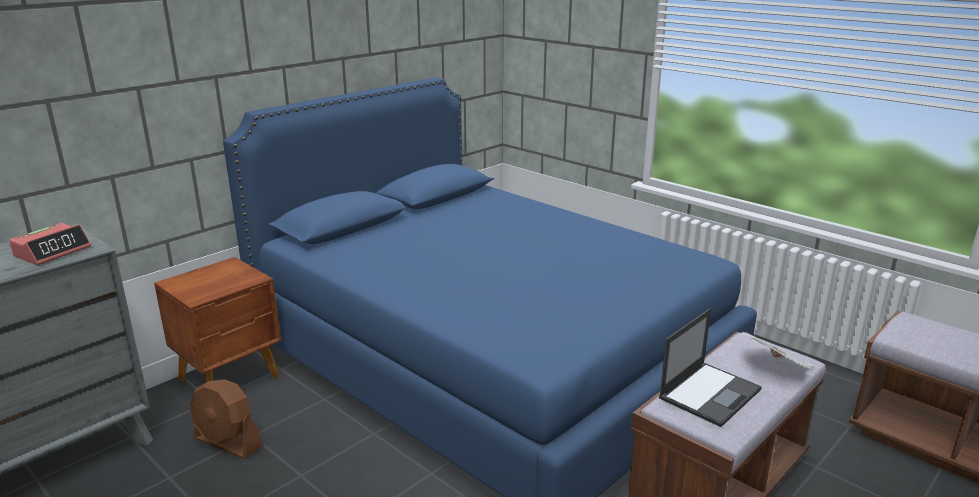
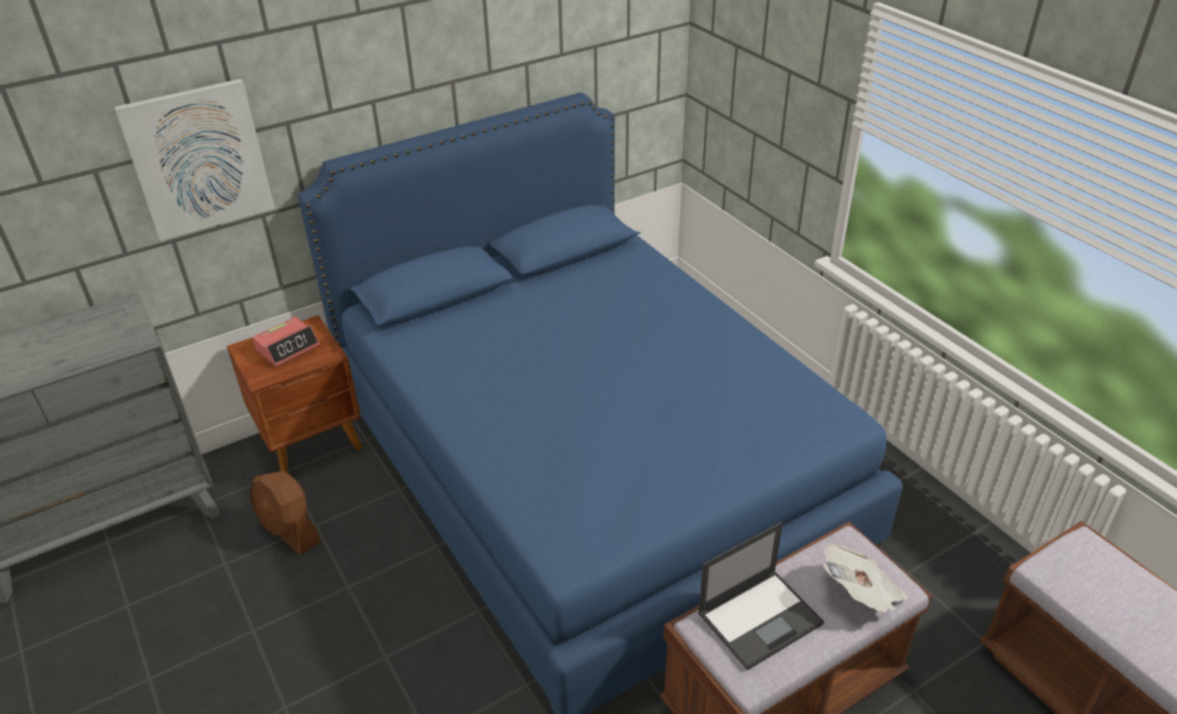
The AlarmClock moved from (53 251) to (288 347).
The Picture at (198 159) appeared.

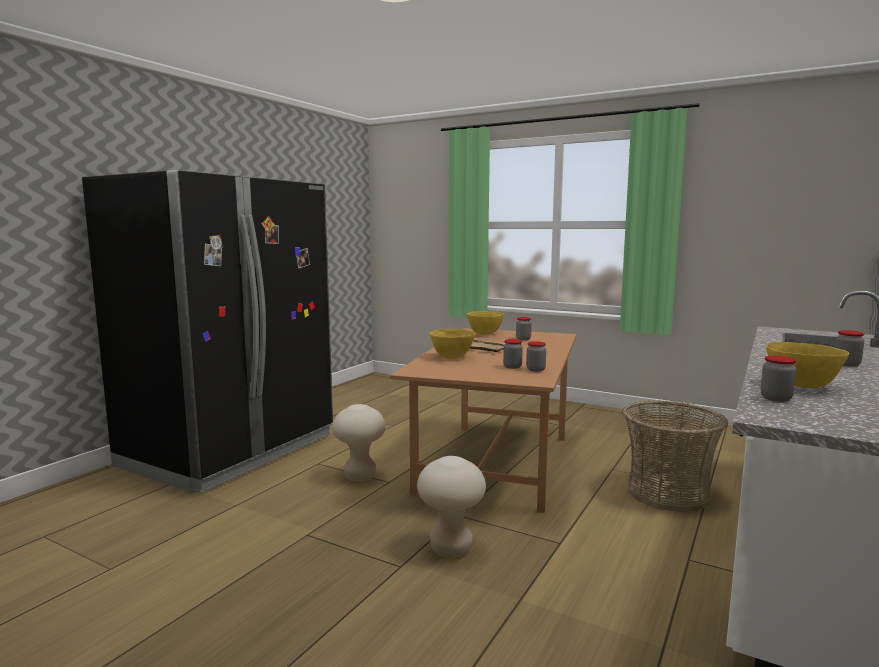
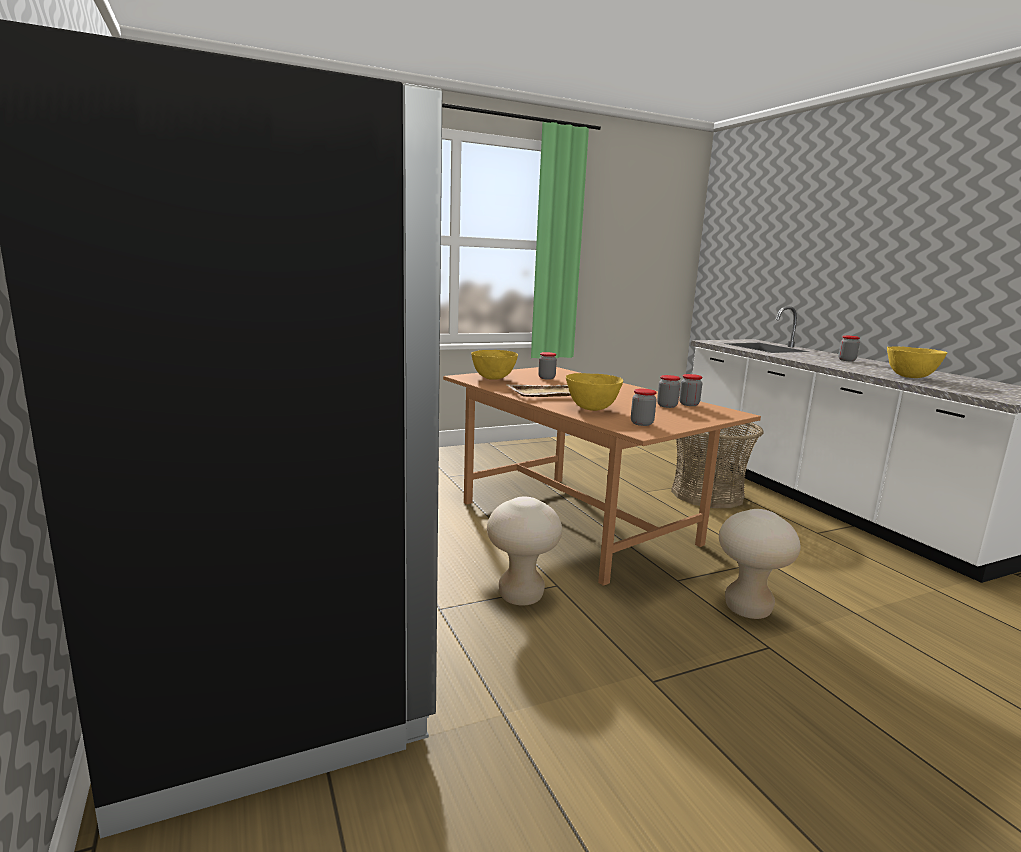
The StorageJar moved from (776 398) to (642 423).

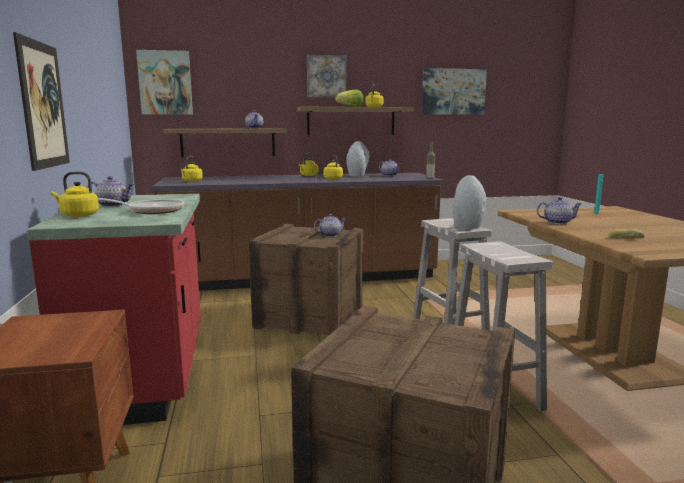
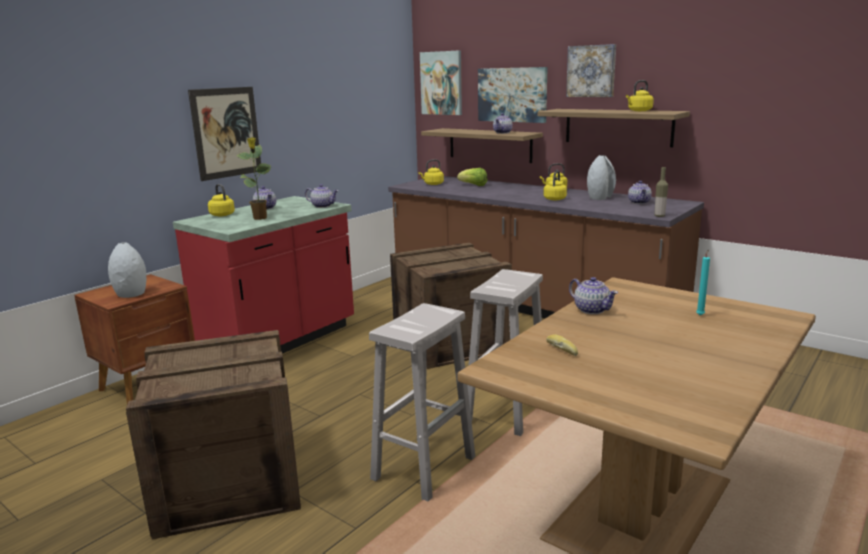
The Picture moved from (453 92) to (512 94).
The Lettuce moved from (351 106) to (473 185).
The GreyishFlowerVase moved from (467 227) to (131 294).
The Pan at (152 211) was replaced by the Houseplant at (260 218).
The TeaPot moved from (330 235) to (323 206).

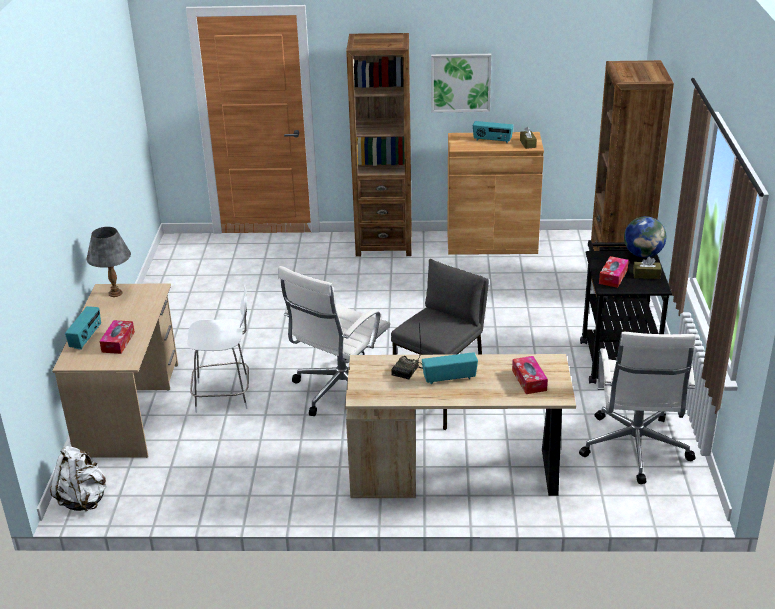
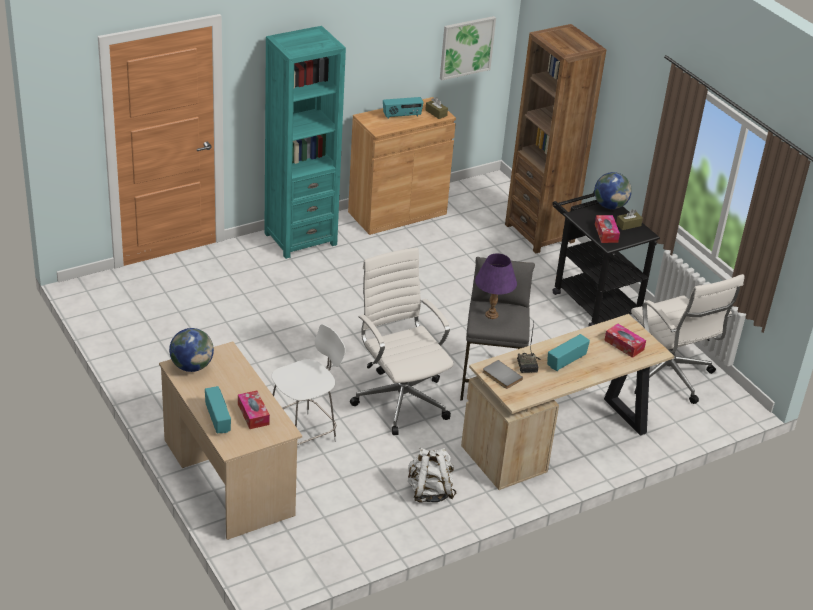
The BrownishShelvingUnit at (384 244) became the TurquoiseColouredShelvingUnit at (300 239).
The Picture moved from (460 82) to (466 47).
The GreyishTableLamp at (115 293) was replaced by the Globe at (192 366).
The WhiteOfficeChair at (340 391) turned 150 degrees clockwise.
The WhiteBackpack moved from (83 499) to (429 492).
The PurpleTableLamp at (491 315) appeared.
The GreyishVolume at (501 376) appeared.

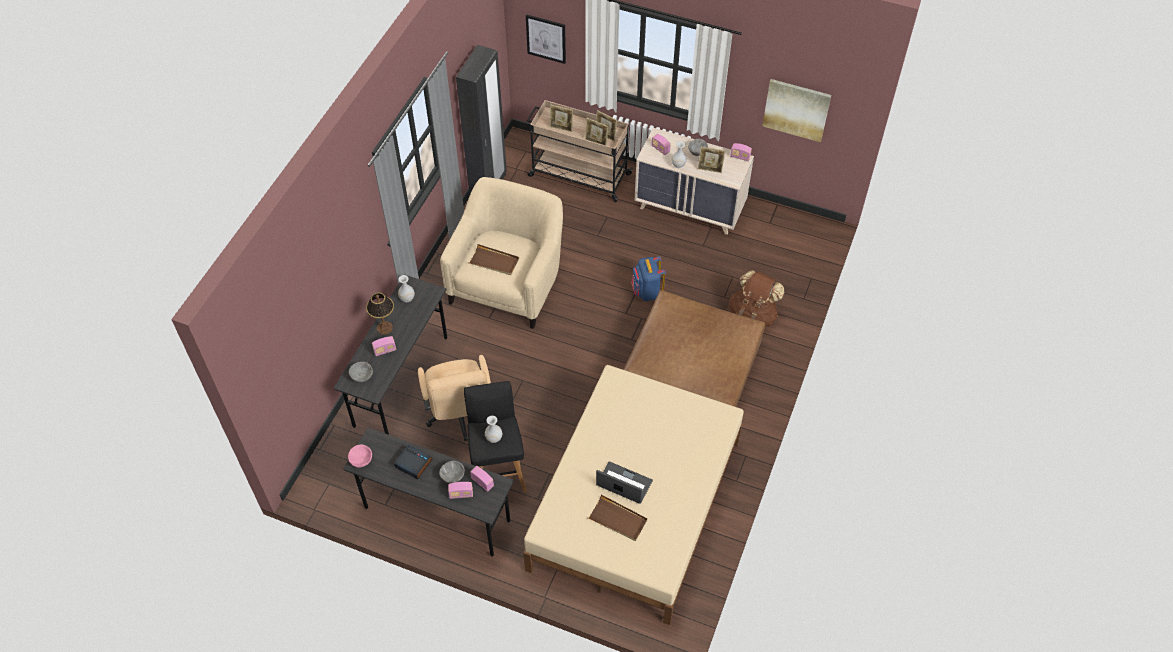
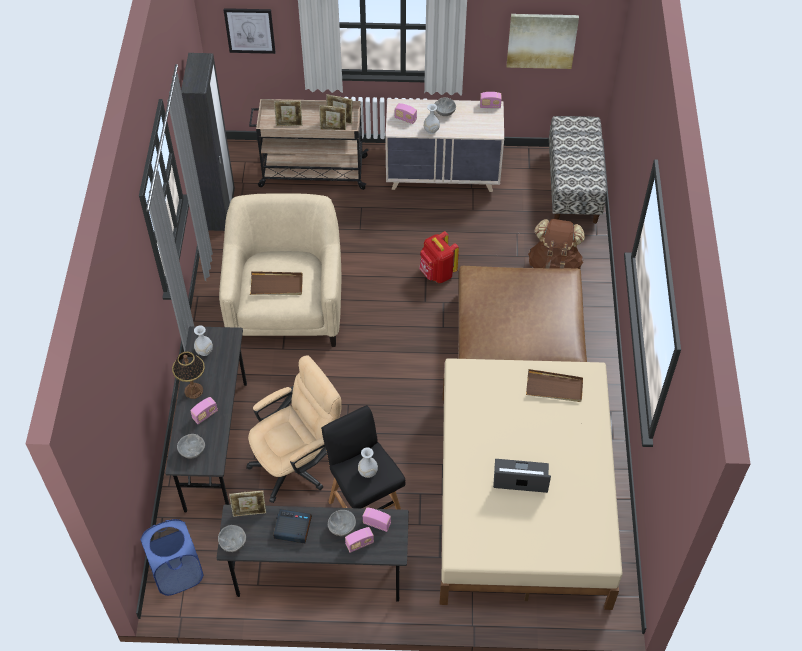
The StandingFrame moved from (710 170) to (250 513).
The BlueBackpack at (647 292) became the ReddishBackpack at (437 273).
The BeigeColouredOfficeChair at (460 416) turned 90 degrees counterclockwise.
The PinkColouredBowl at (361 461) became the GreyishBowl at (233 543).
The BrownishServingTray moved from (618 519) to (554 387).
The IndoorBench at (573 186) appeared.
The BlueWashingBasket at (177 573) appeared.

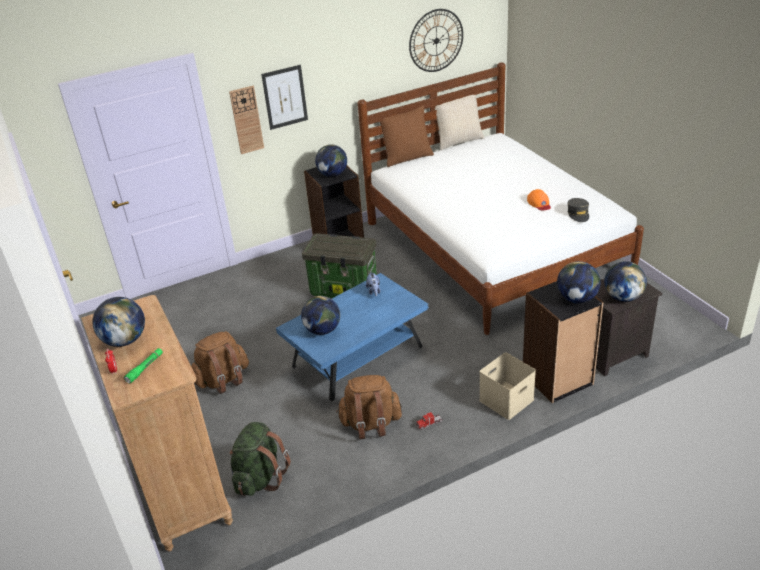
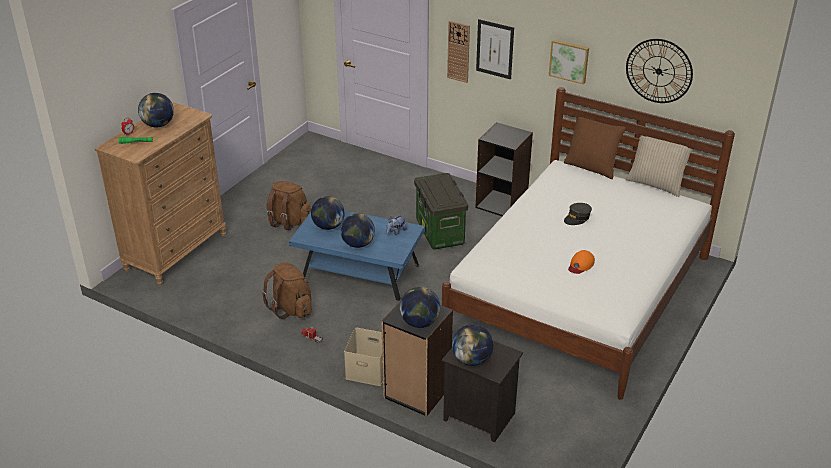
The Globe moved from (333 175) to (358 244).
The GreyishPeakedCap moved from (578 214) to (577 218).
The GreenishBackpack at (260 478) disappeared.
The Picture at (569 61) appeared.

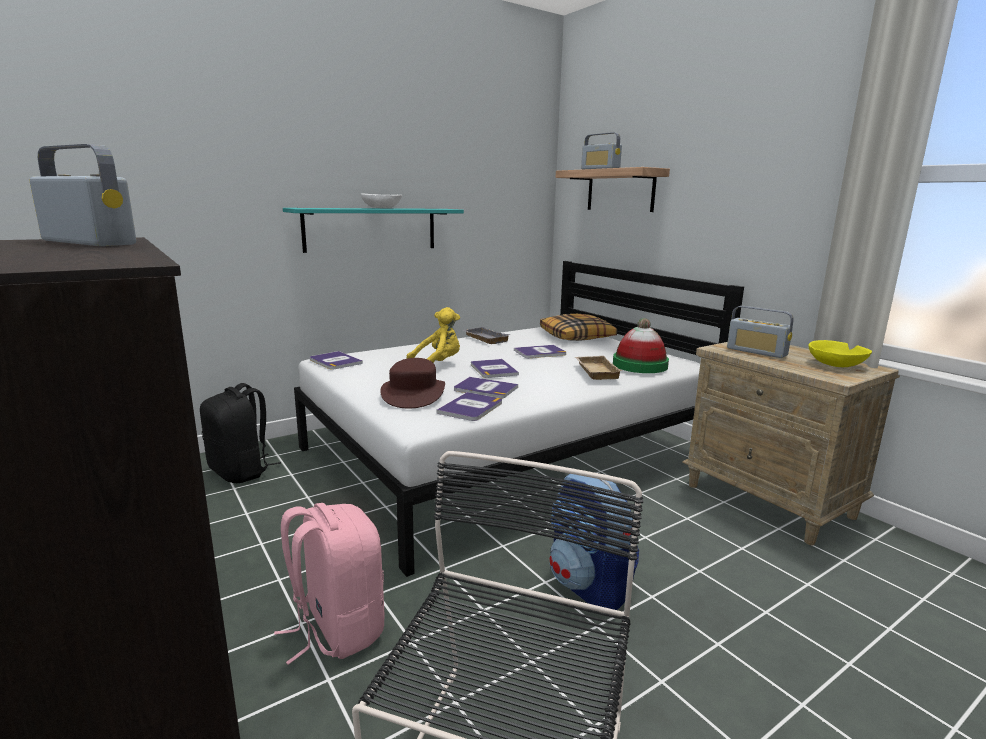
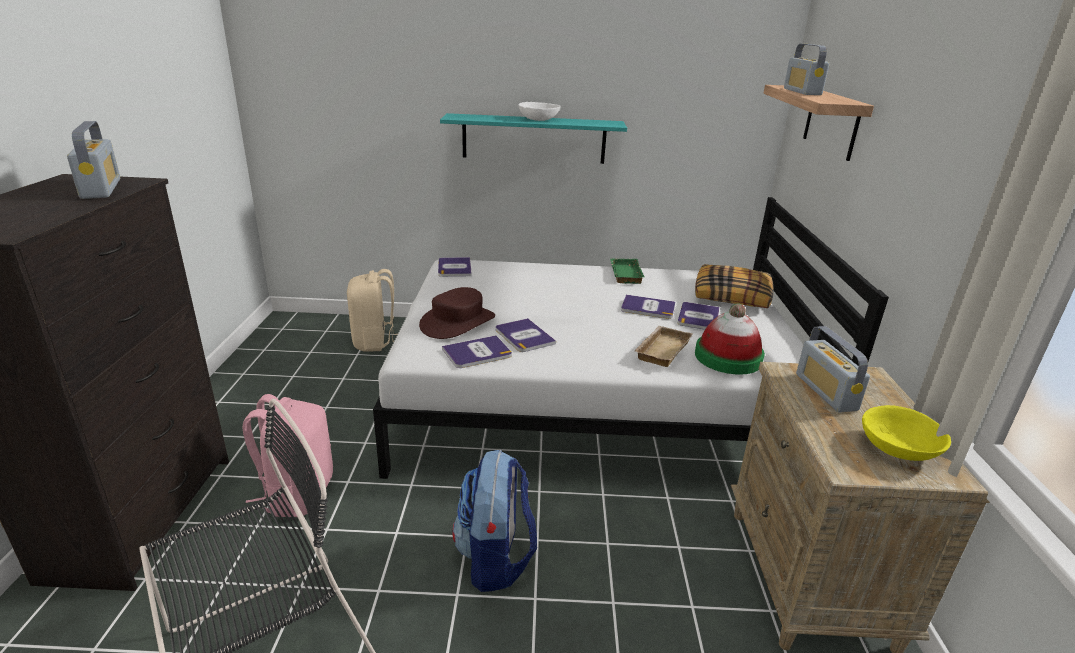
The YellowSoftToy at (437 364) disappeared.
The GreyishServingTray at (484 339) became the GreenishServingTray at (624 274).
The Volume moved from (493 369) to (698 317).
The BlackishBackpack at (241 472) became the BeigeColouredBackpack at (375 341).

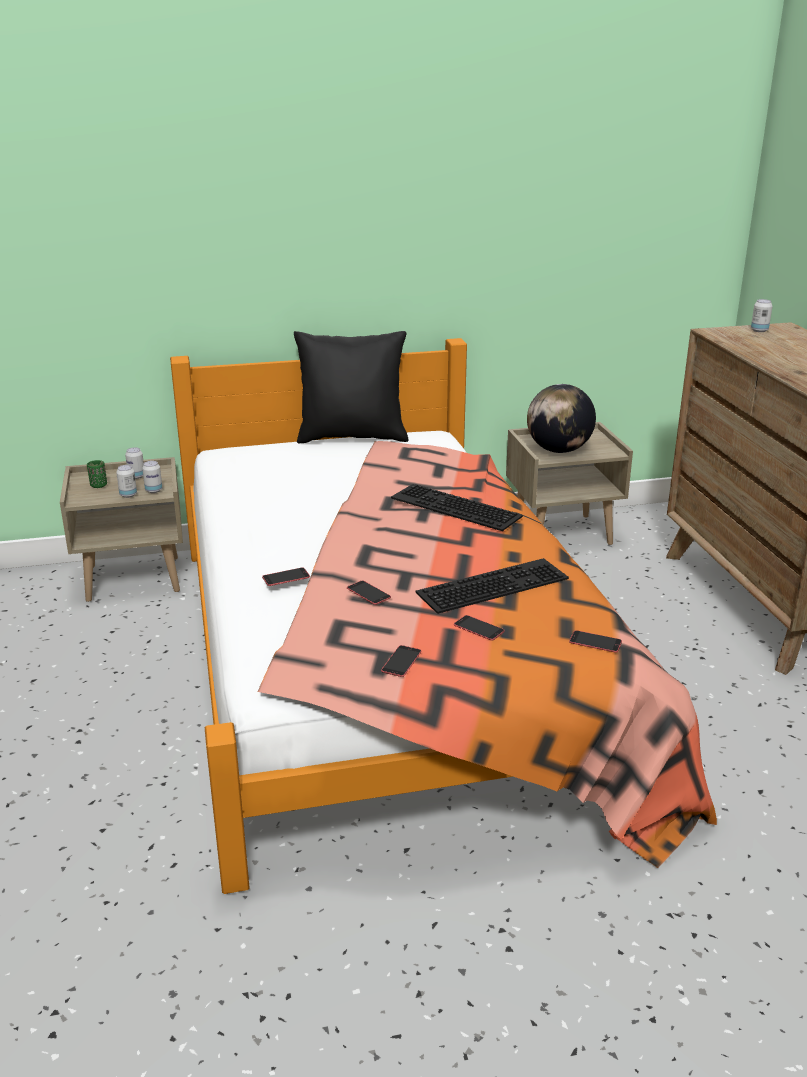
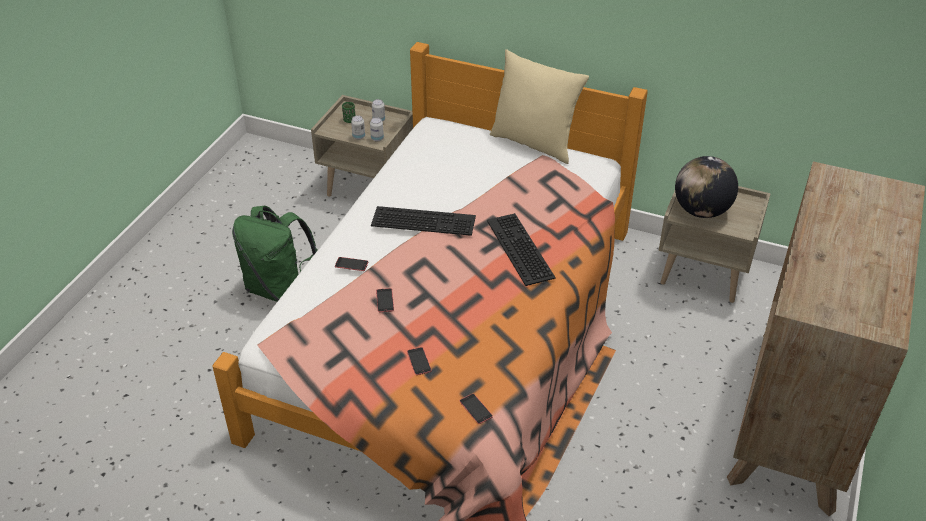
The Can at (759 330) disappeared.
The BlackishCushion at (352 437) became the BeigeColouredCushion at (534 143).
The PcKeyboard moved from (492 584) to (425 220).
The Handset at (401 661) disappeared.
The GreenishBackpack at (279 288) appeared.

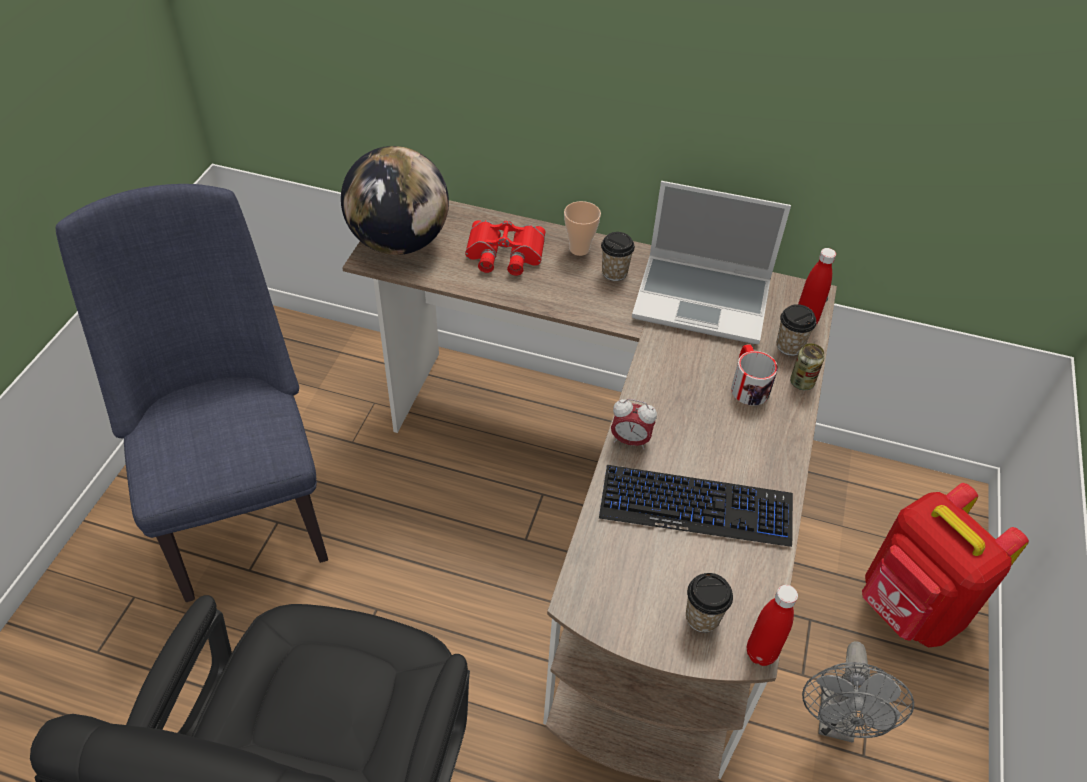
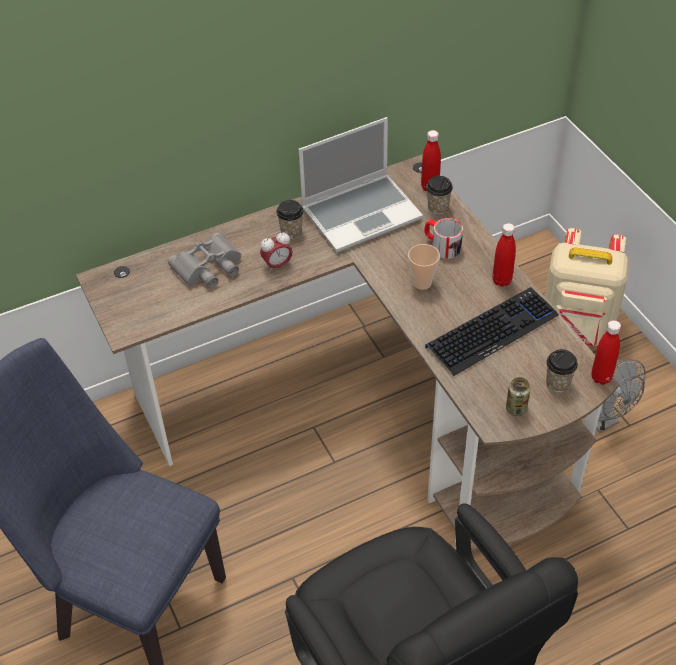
The Globe at (399 242) disappeared.
The DrinkingCup moved from (579 249) to (422 283).
The ReddishPairOfBinoculars at (504 254) became the GreyishPairOfBinoculars at (209 267).
The Can moved from (802 382) to (516 408).
The AlarmClock moved from (630 440) to (277 265).
The ReddishBackpack at (909 609) became the BeigeColouredBackpack at (576 330).
The ReddishBottle at (501 280) appeared.

